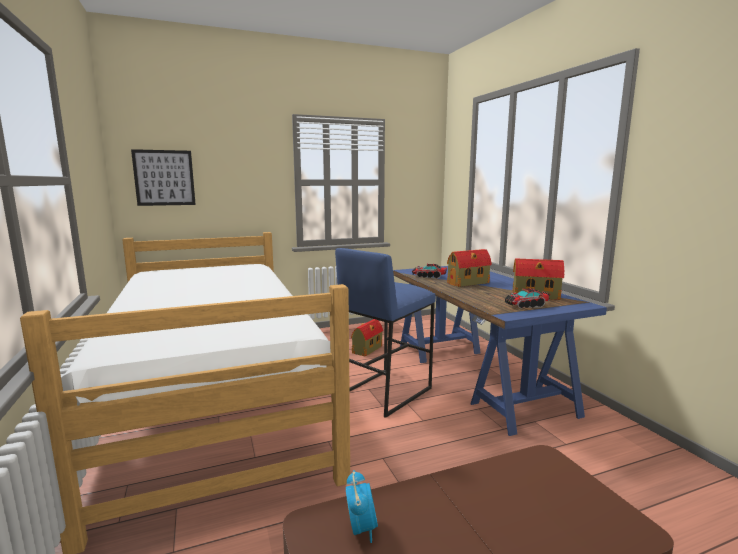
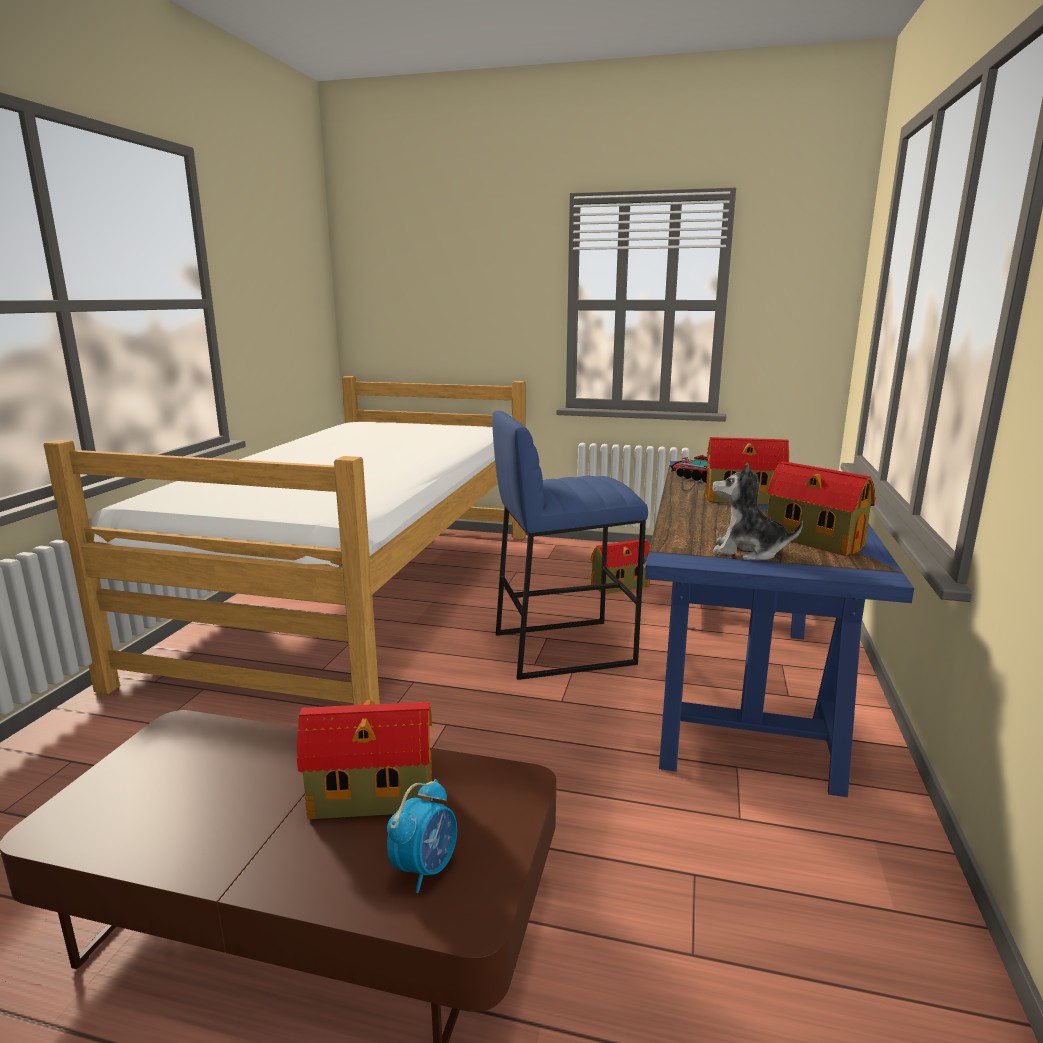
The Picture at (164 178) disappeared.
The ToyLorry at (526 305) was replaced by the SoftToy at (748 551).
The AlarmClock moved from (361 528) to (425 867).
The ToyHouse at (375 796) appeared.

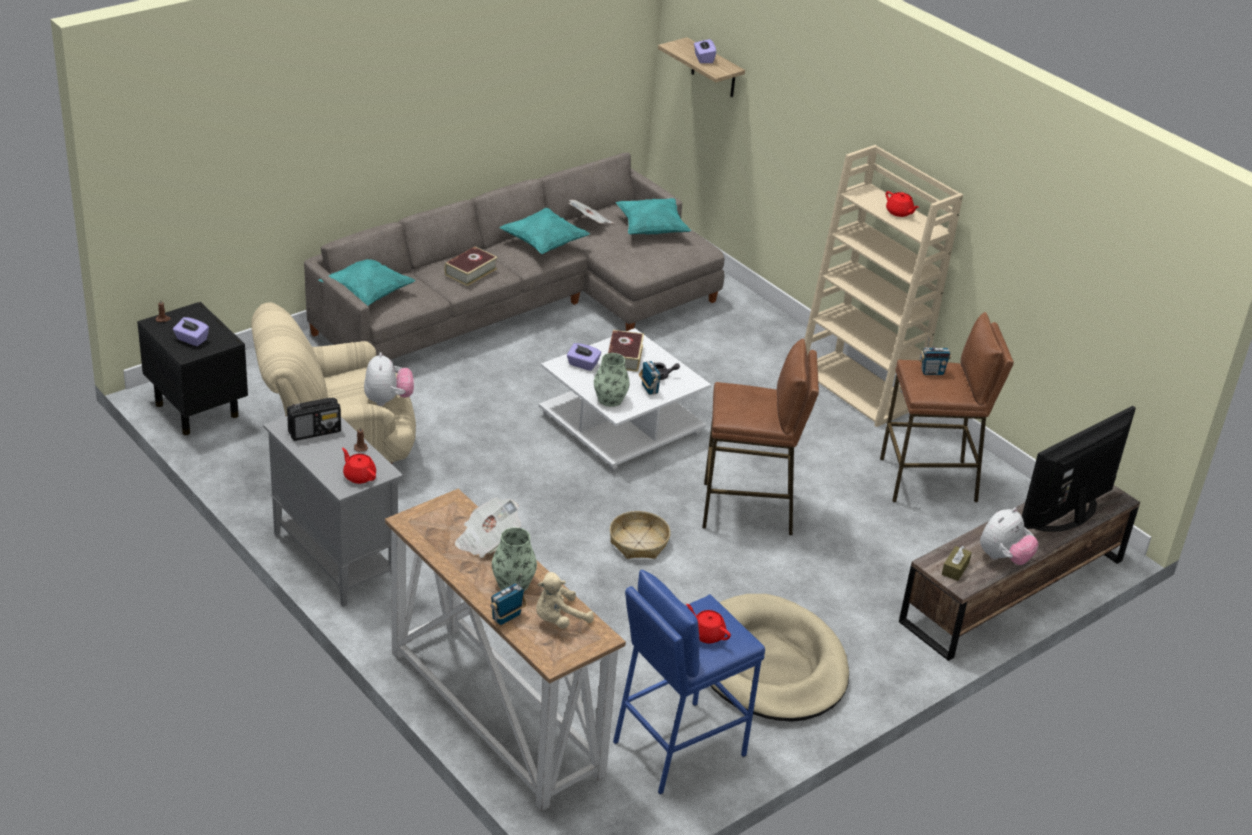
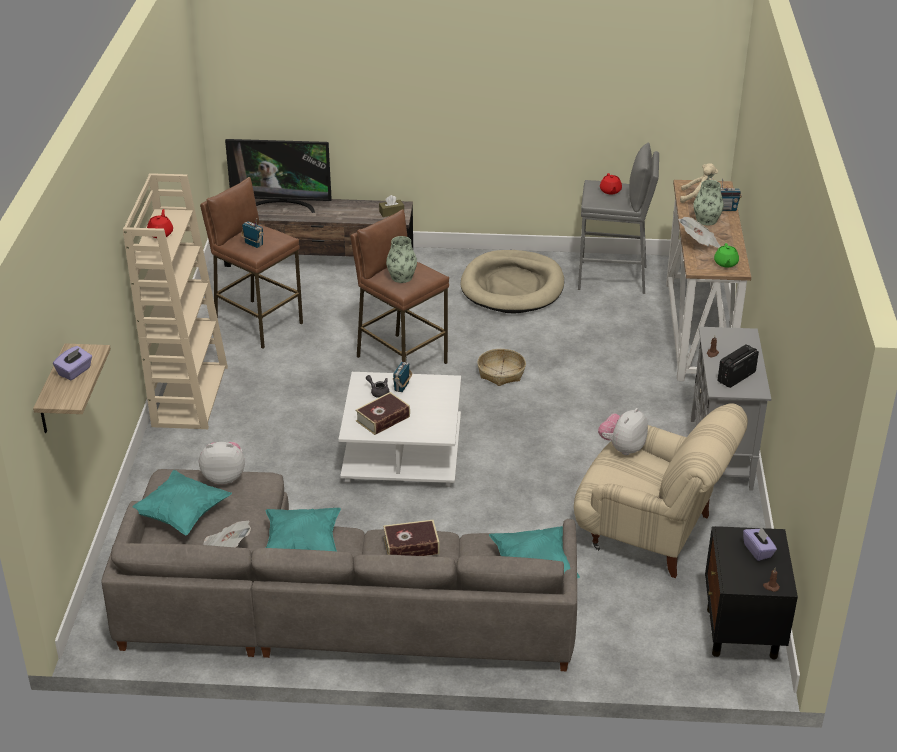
The PurpleTissueBox at (583 364) disappeared.
The FlowerVase moved from (610 399) to (401 277).
The RadioReceiver at (315 431) turned 60 degrees counterclockwise.
The ReddishTeaPot at (359 476) disappeared.
The SoftToy moved from (1003 558) to (224 477).
The BlueStoolSeat at (678 747) became the GreyishStoolSeat at (612 278).
The GreenishTeaPot at (725 263) appeared.

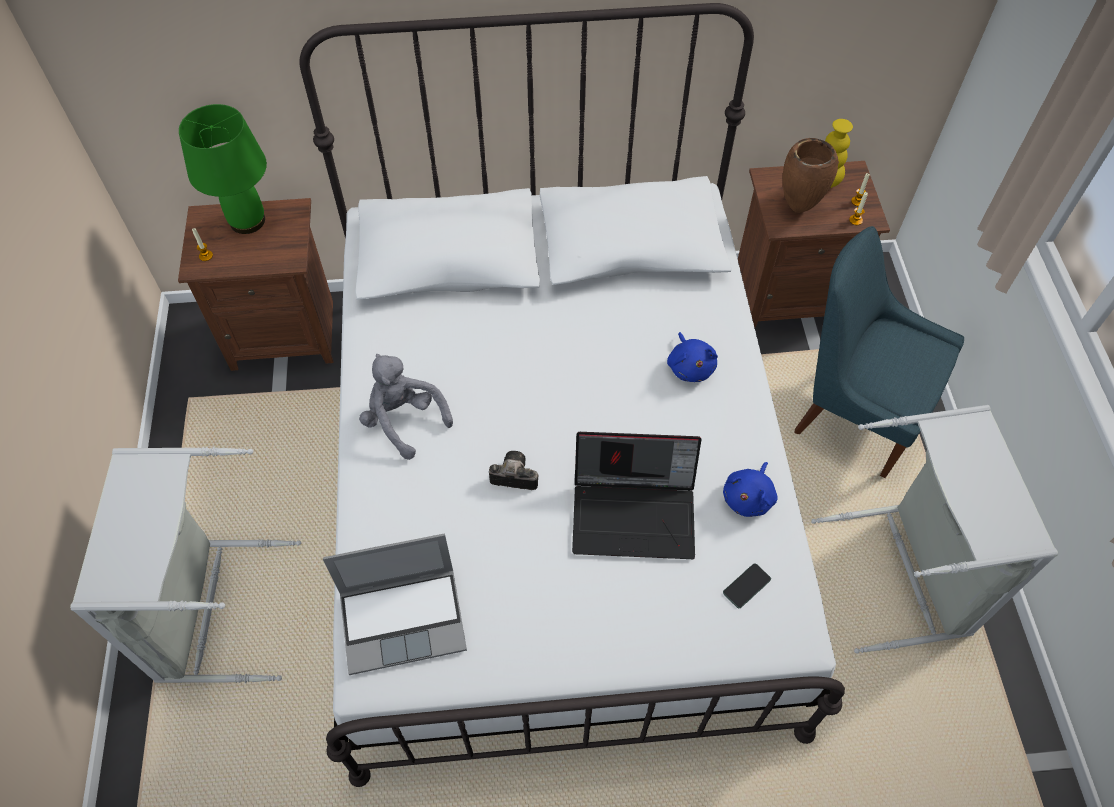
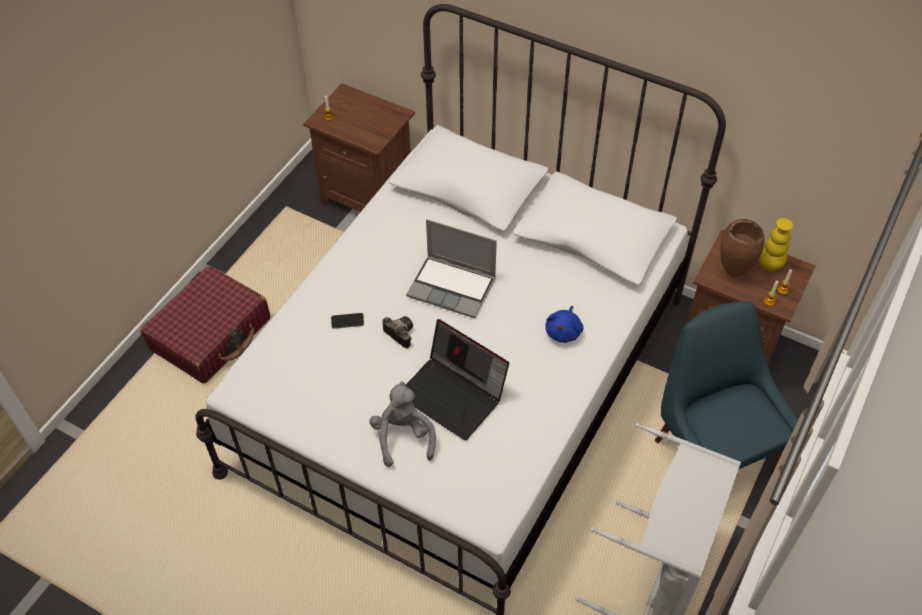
The GreenishTableLamp at (246 221) disappeared.
The GreyishSoftToy moved from (404 420) to (403 436).
The GreyishWashingBasket at (212 609) was replaced by the ReddishSuitcase at (211 334).
The BlueSoftToy at (749 497) disappeared.
The PortableComputer moved from (404 619) to (453 287).
The Handset moved from (746 586) to (347 321).

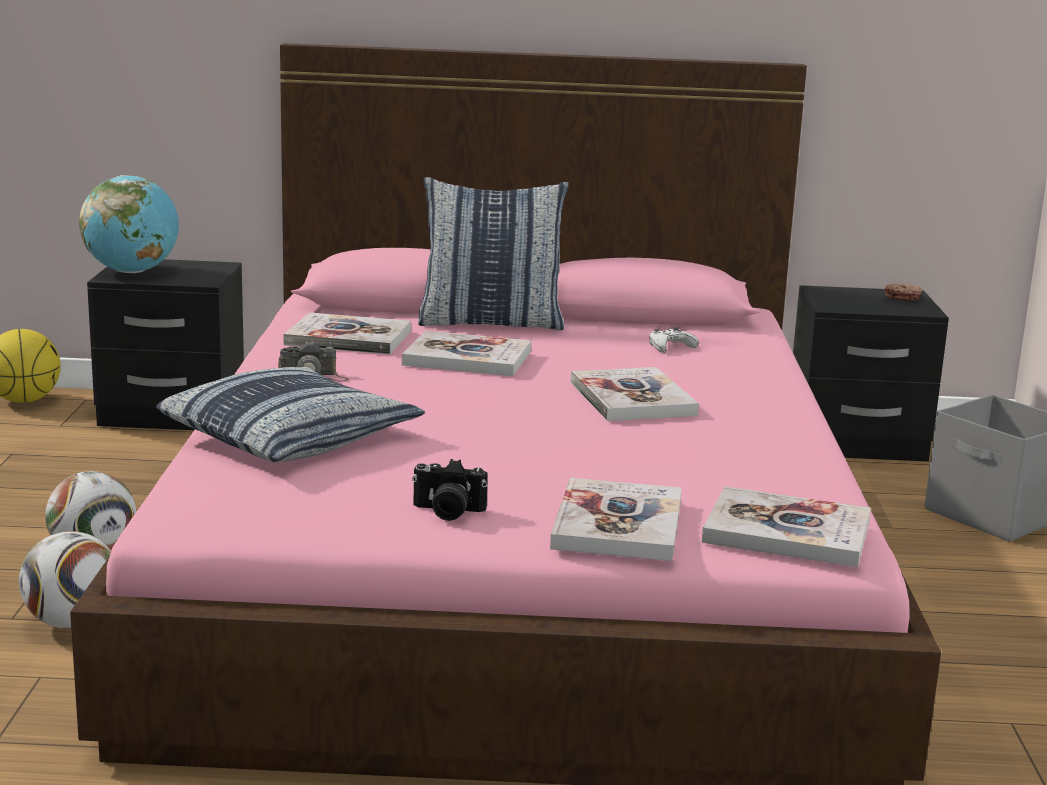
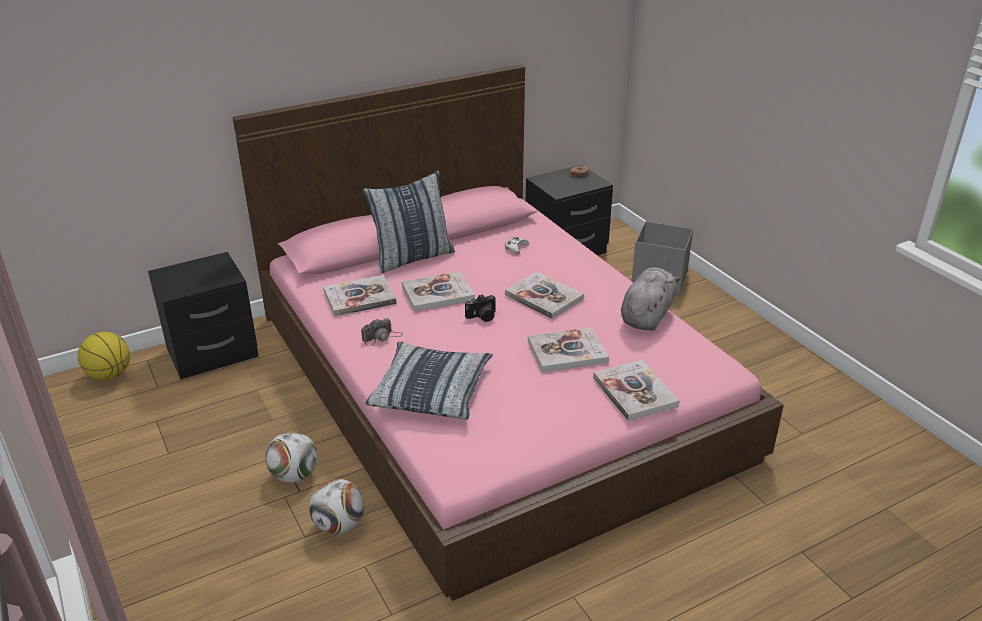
The Globe at (132 272) disappeared.
The PhotoCamera moved from (447 512) to (482 317).
The Volume moved from (787 532) to (567 351).
The GreyishSoftToy at (647 316) appeared.

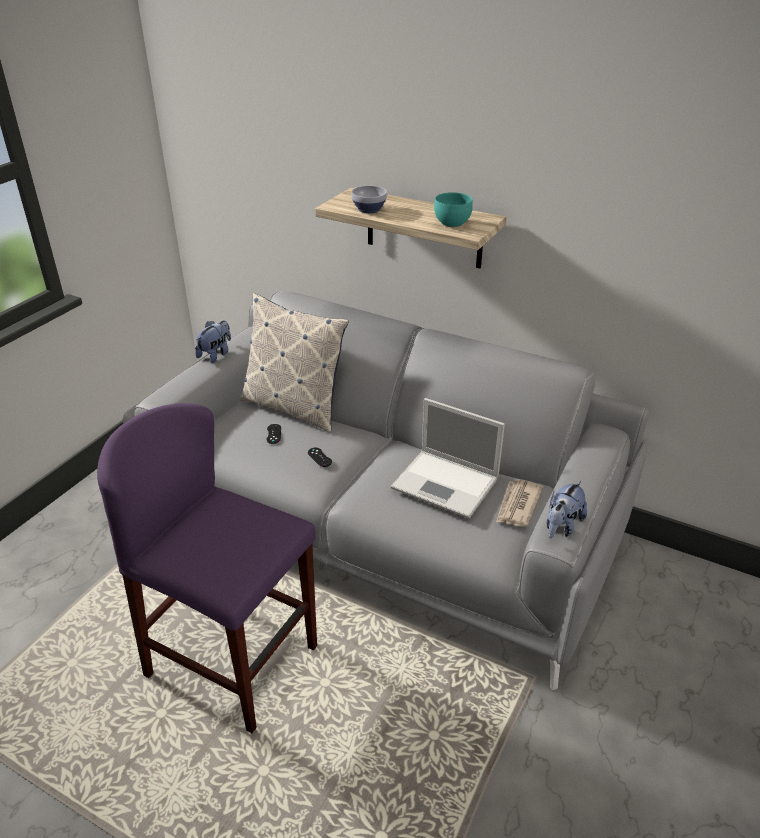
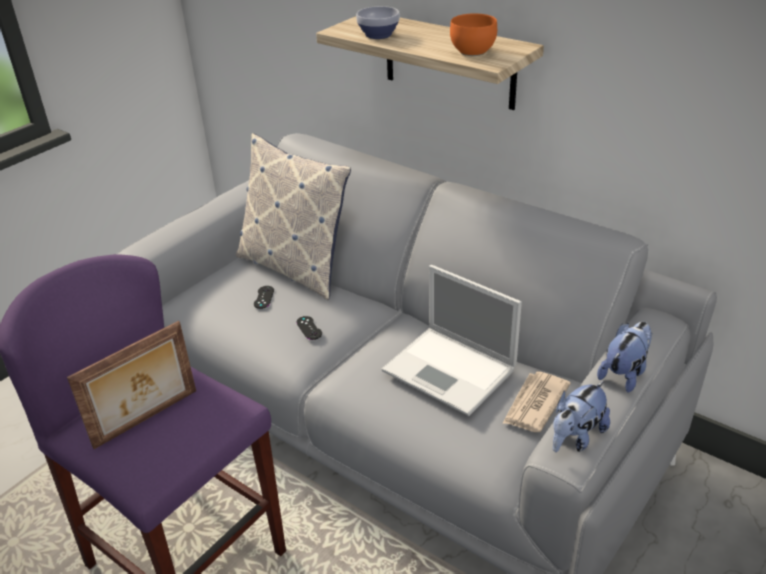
The TurquoiseColouredBowl at (453 224) became the OrangeBowl at (474 52).
The SoftToy moved from (216 354) to (624 373).
The StandingFrame at (147 419) appeared.

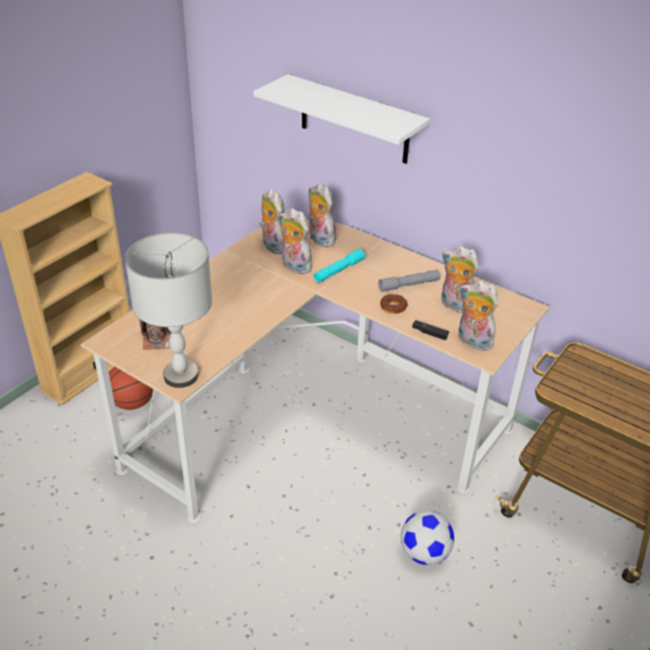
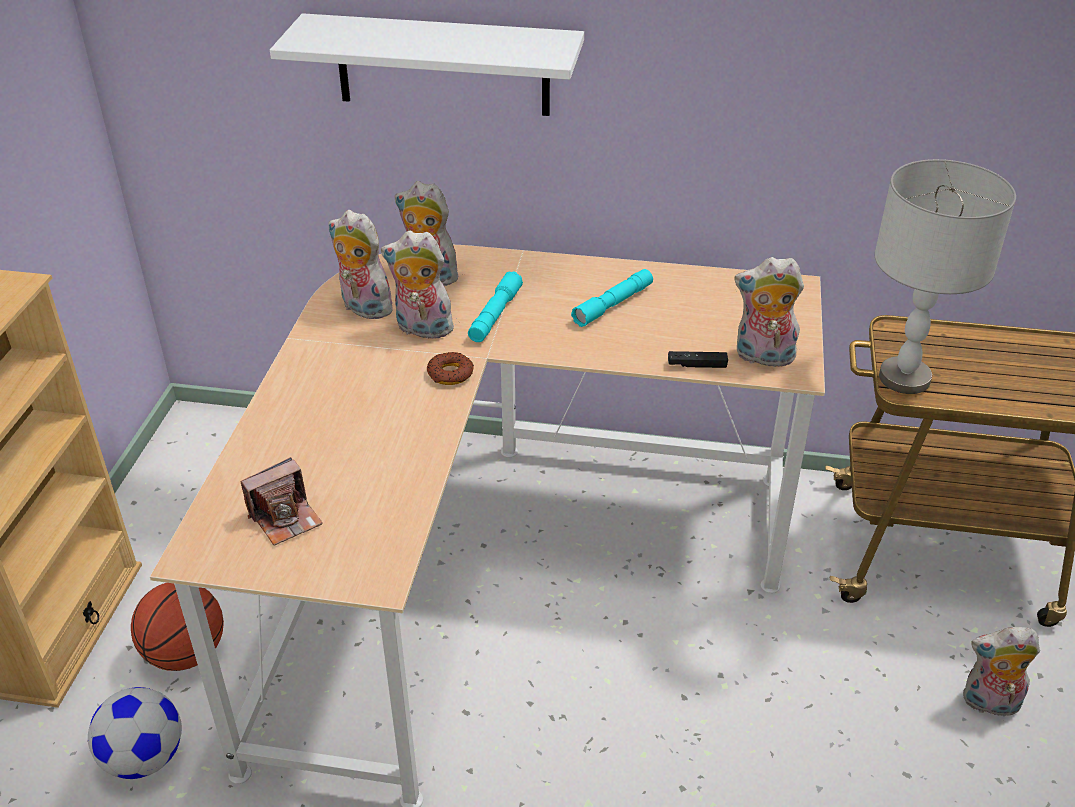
The GreyishTableLamp moved from (181 376) to (905 379).
The SoftToy moved from (455 305) to (989 704).
The GreyishFlashlight at (409 285) became the TurquoiseColouredFlashlight at (613 305).
The RingDoughnut moved from (393 307) to (450 374).
The FootballBall moved from (424 553) to (144 758).

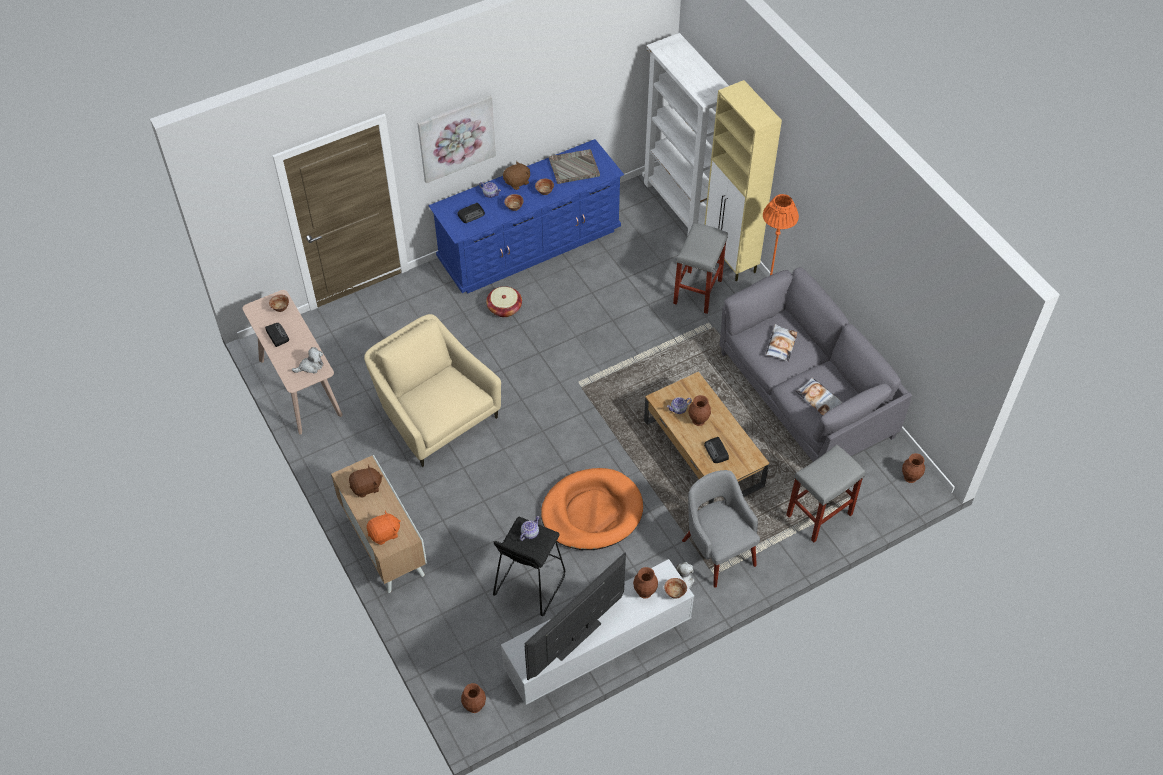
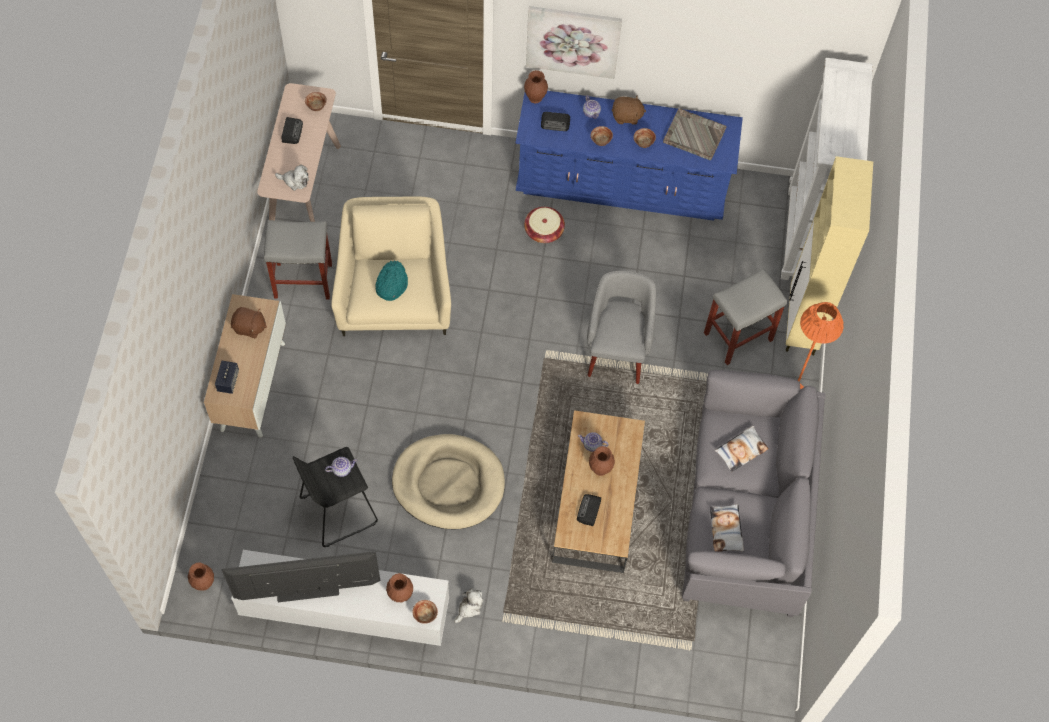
The GreyishStoolSeat moved from (819 515) to (302 281).
The BrownishFlowerVase moved from (910 478) to (535 98).
The OrangeDogCushion at (592 512) became the BeigeColouredDogCushion at (448 483).
The GreyishLoungeChair moved from (717 550) to (617 349).
The OrangeSoftToy at (384 534) was replaced by the Speaker at (228 381).
The TurquoiseColouredClothingHat at (391 284) appeared.

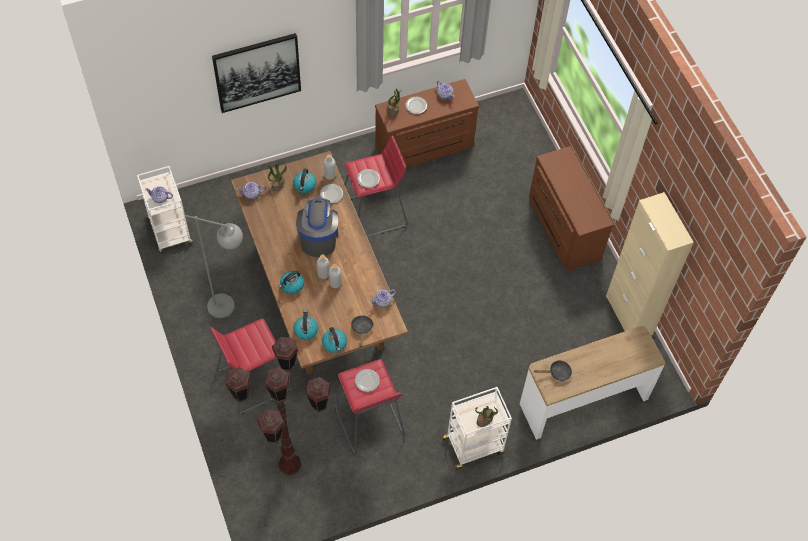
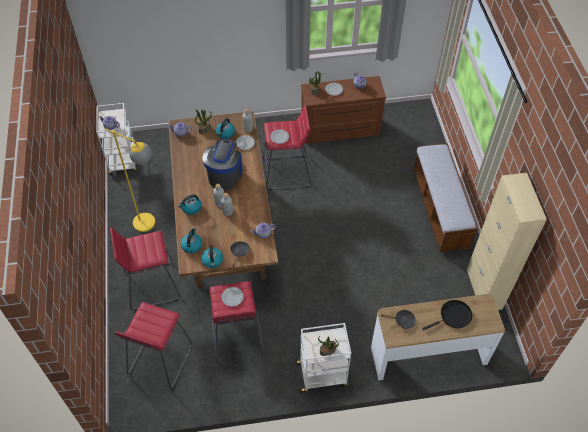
The Picture at (257 72) disappeared.
The BrownishDresser at (562 228) was replaced by the IndoorBench at (440 209).
The GreyishFloorLamp at (230 308) became the YellowFloorLamp at (151 225).
The BrownishFloorLamp at (289 464) was replaced by the ReddishStoolSeat at (160 360).
The BlackishPan at (453 316) appeared.

